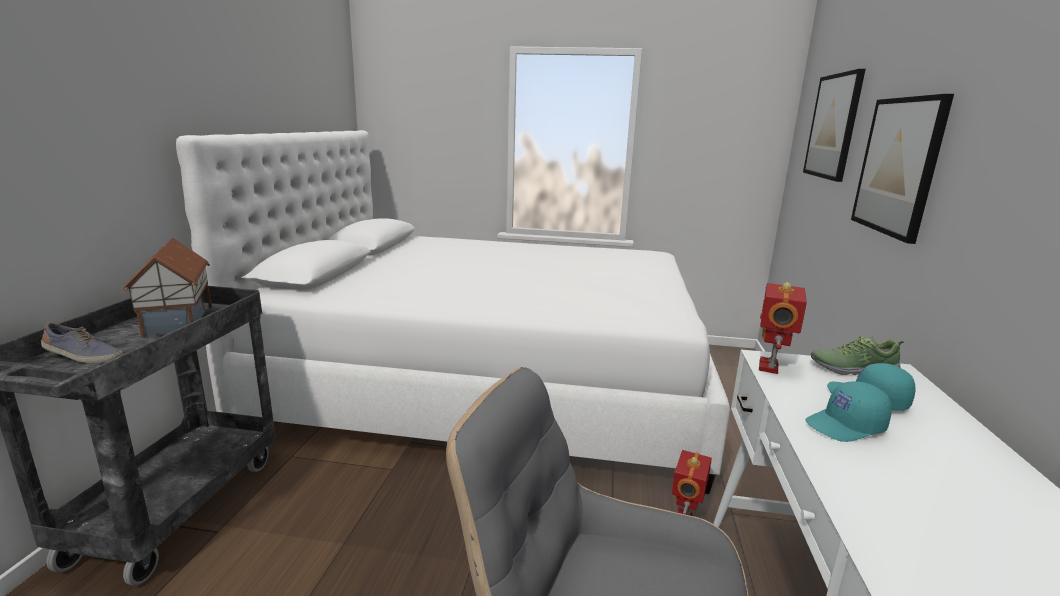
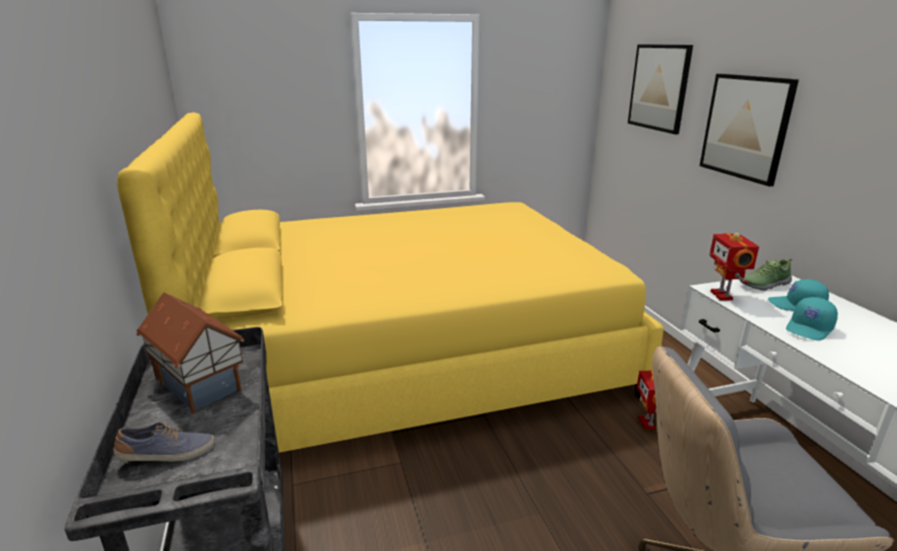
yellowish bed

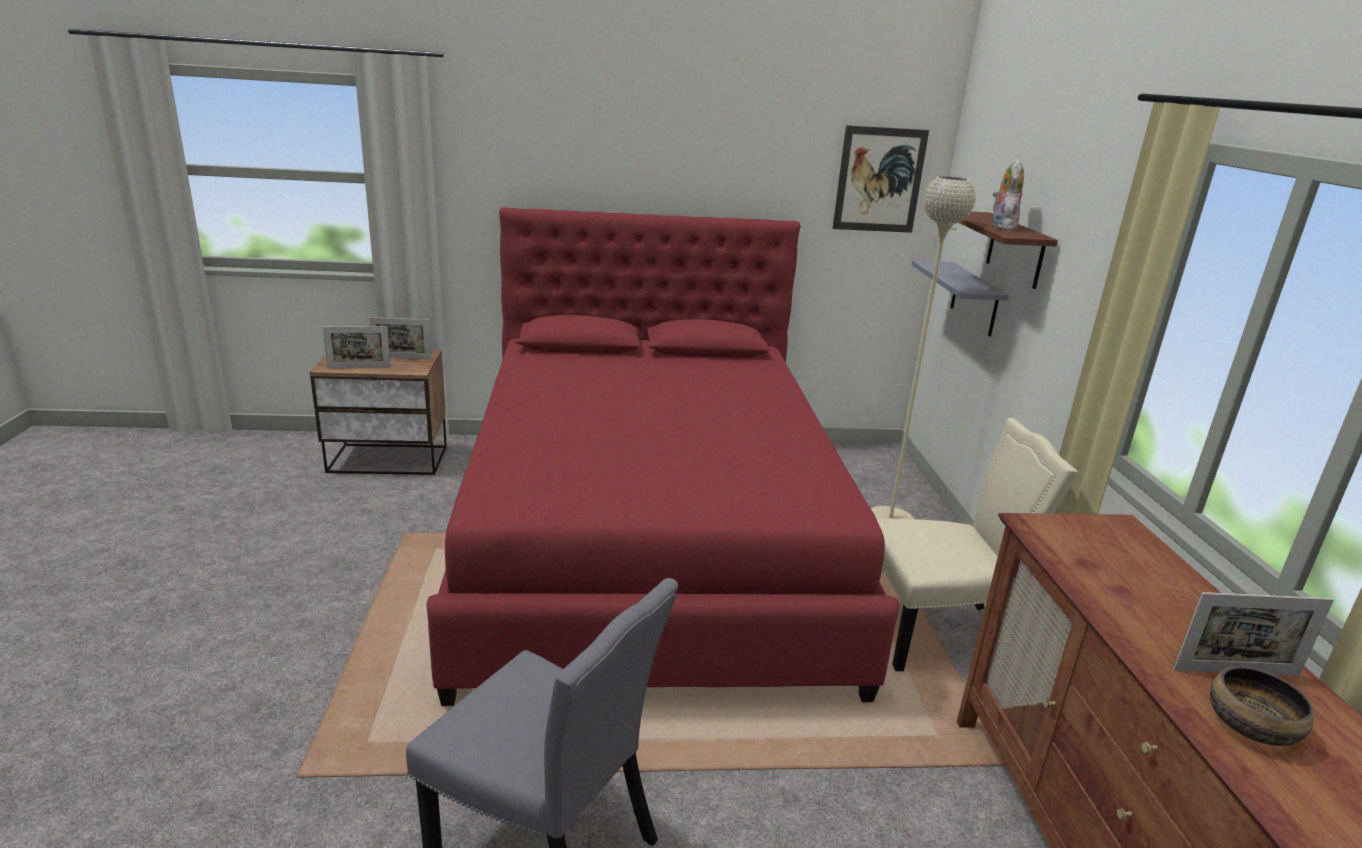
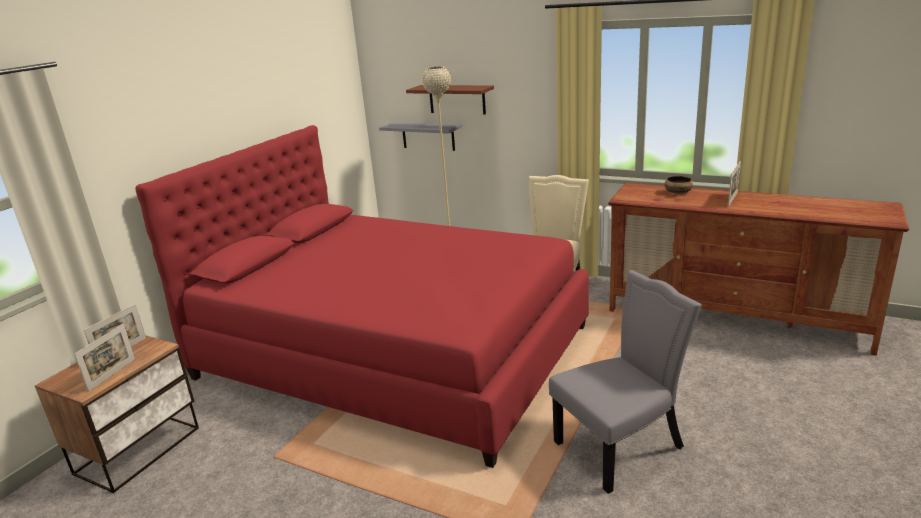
wall picture
soft toy
deep dish

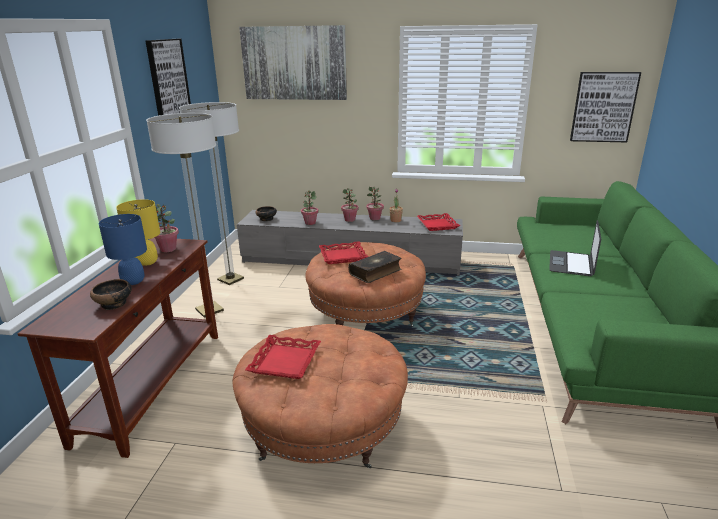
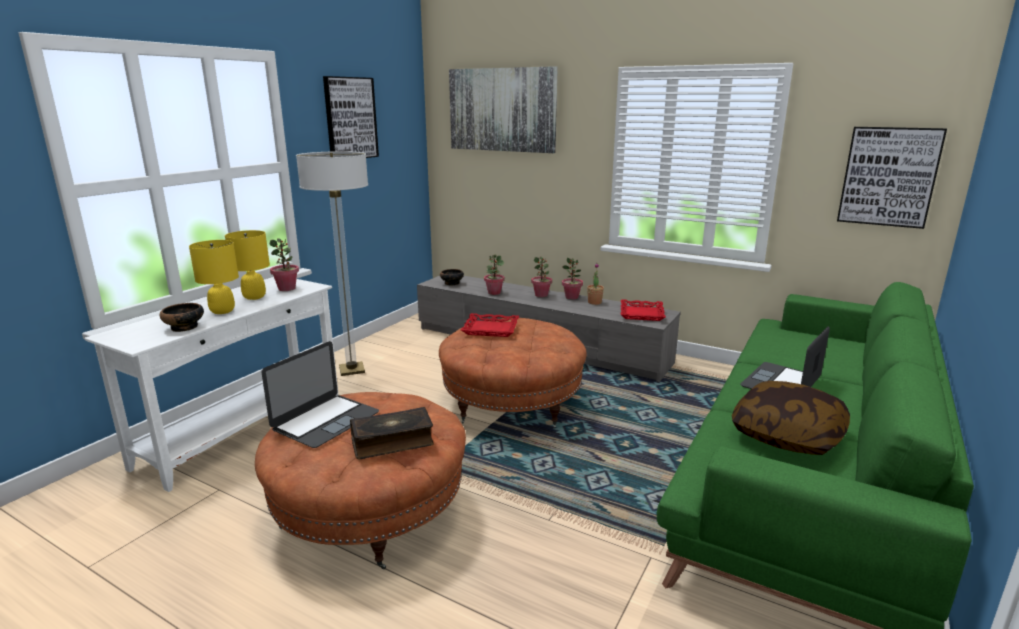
whitish narrow table
yellowish lamp for a table (no. 1 from left)
standard lamp (no. 2 from left in the first image)
notebook computer (no. 1 from left)
volume
cushion

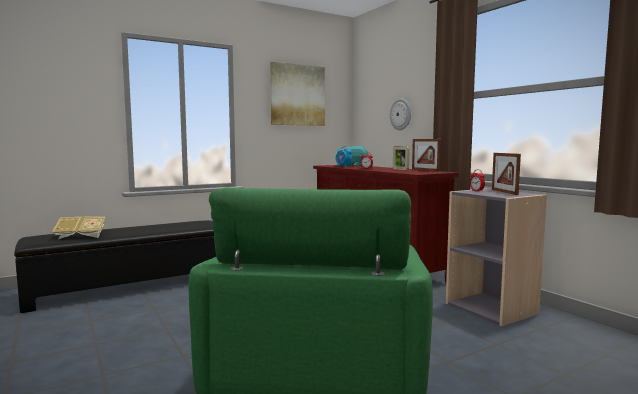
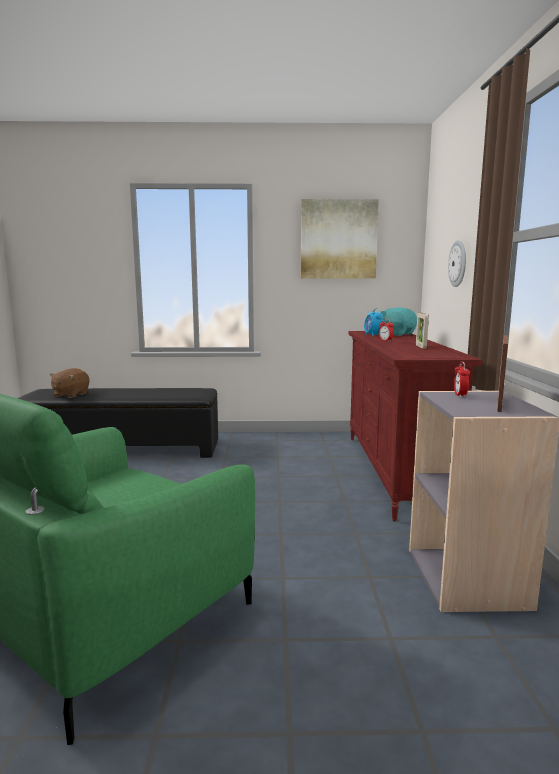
brown-coloured soft toy
standing frame (no. 2 from left in the first image)

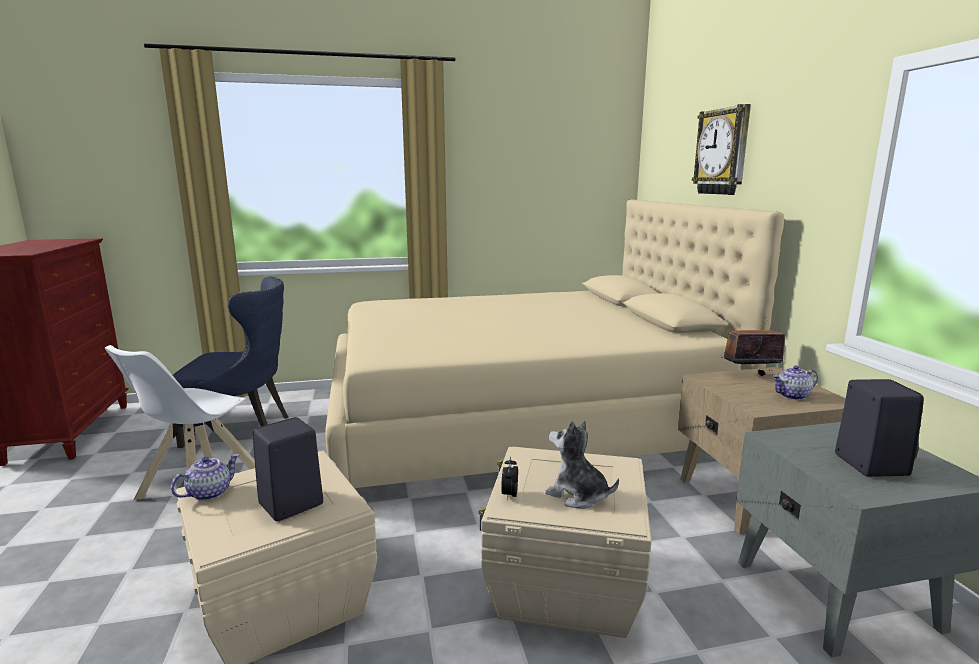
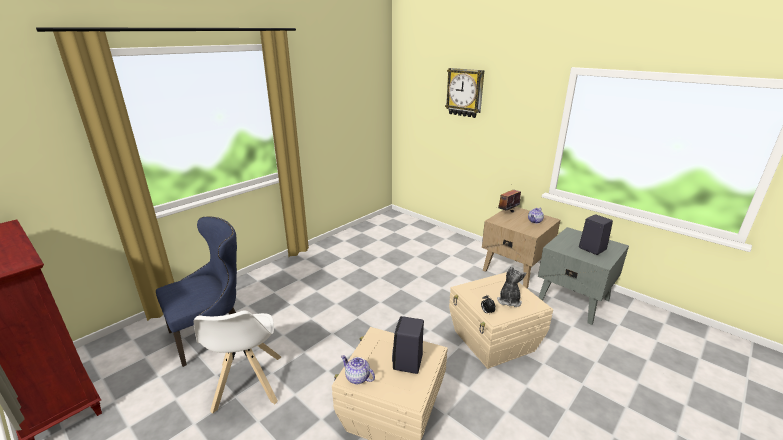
teapot (no. 1 from left)
beige-coloured bed
soft toy

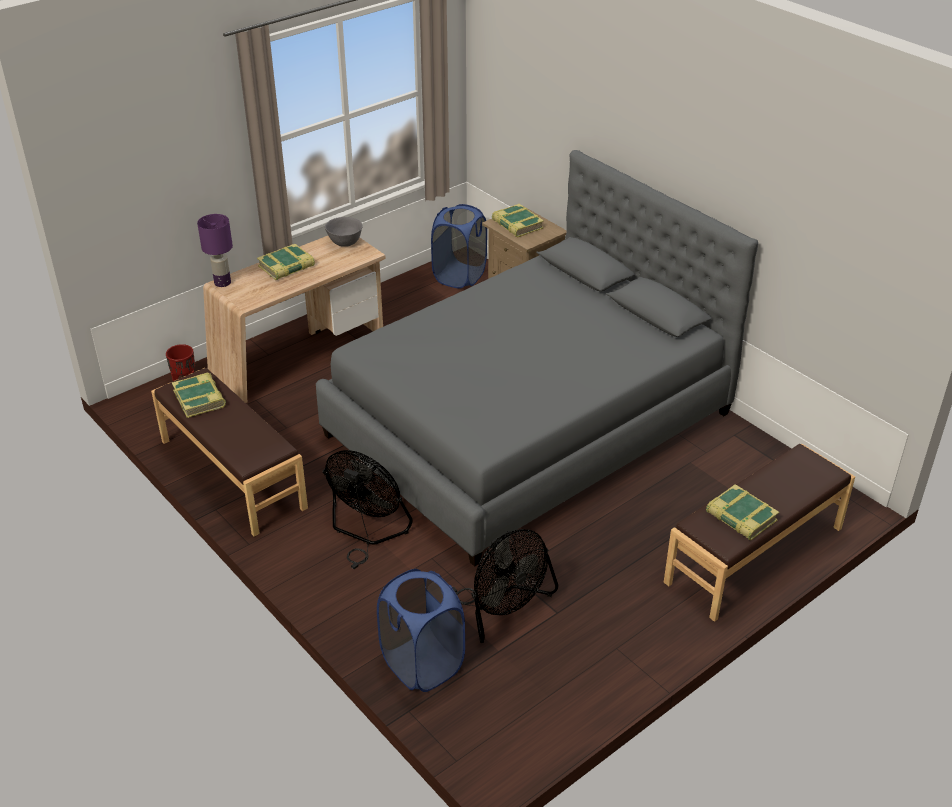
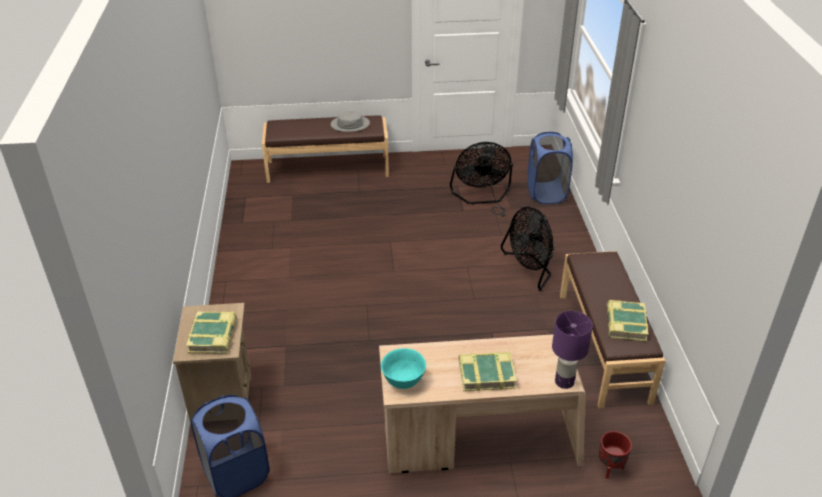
greyish bed
turquoise deep dish
greyish wearable hat

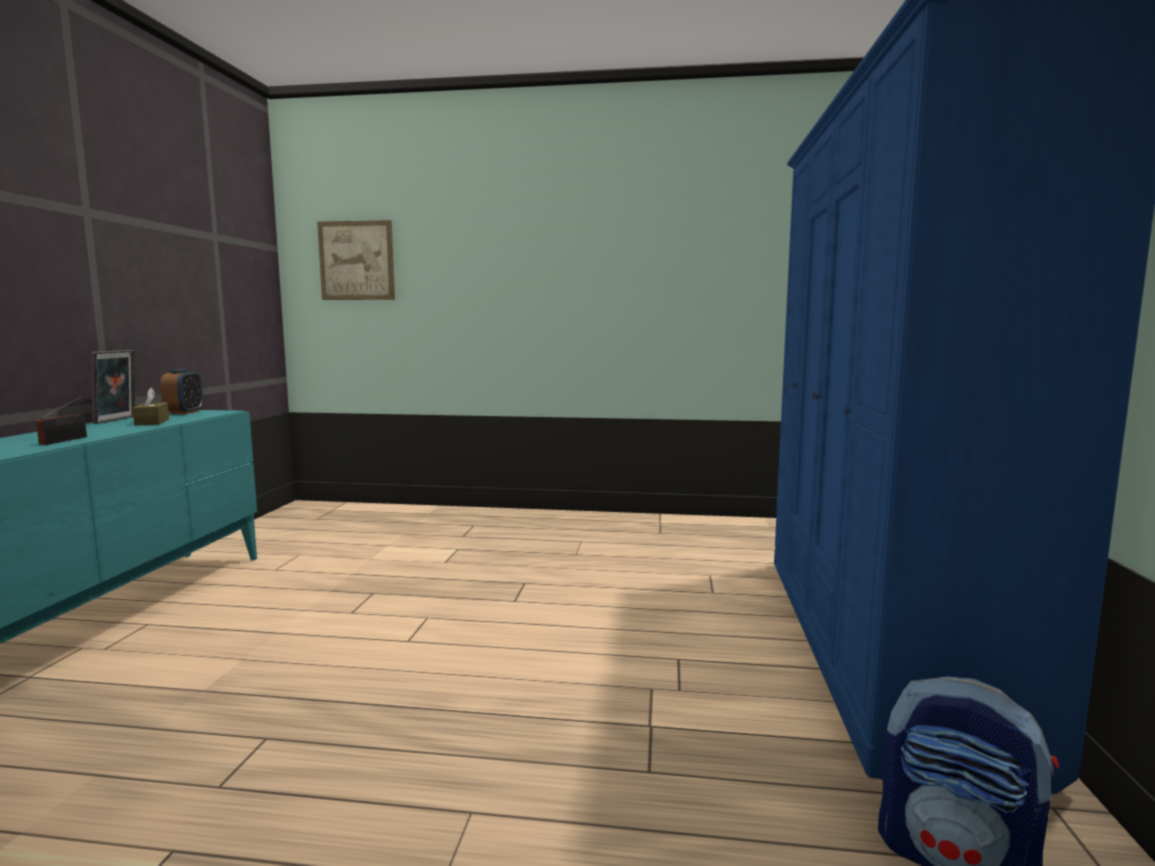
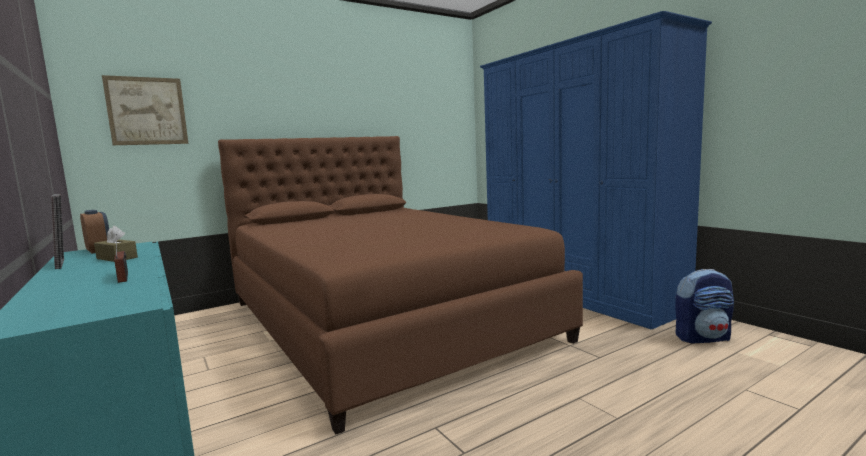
brown-coloured bed

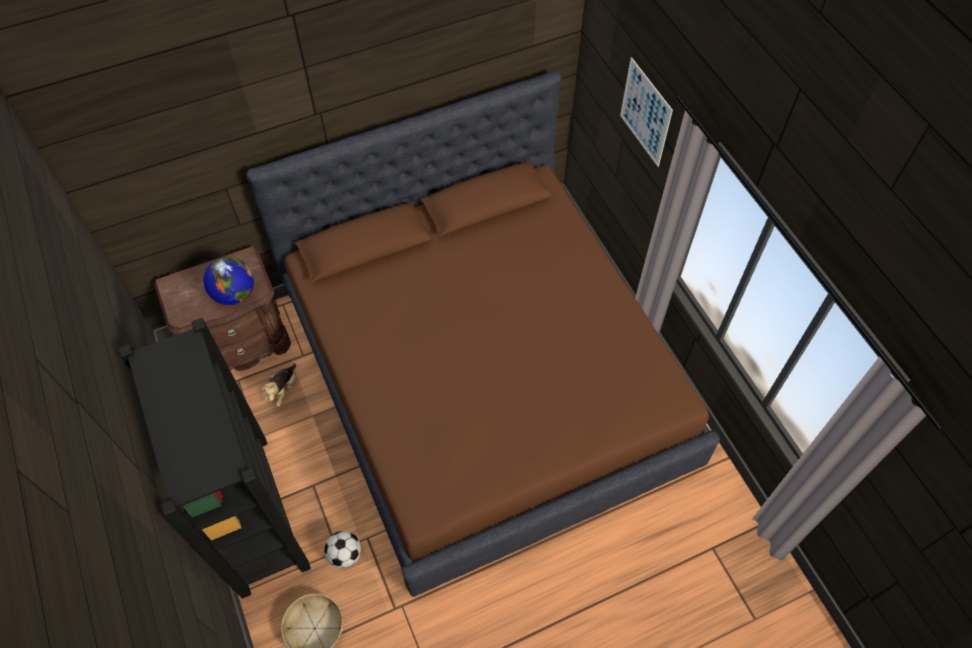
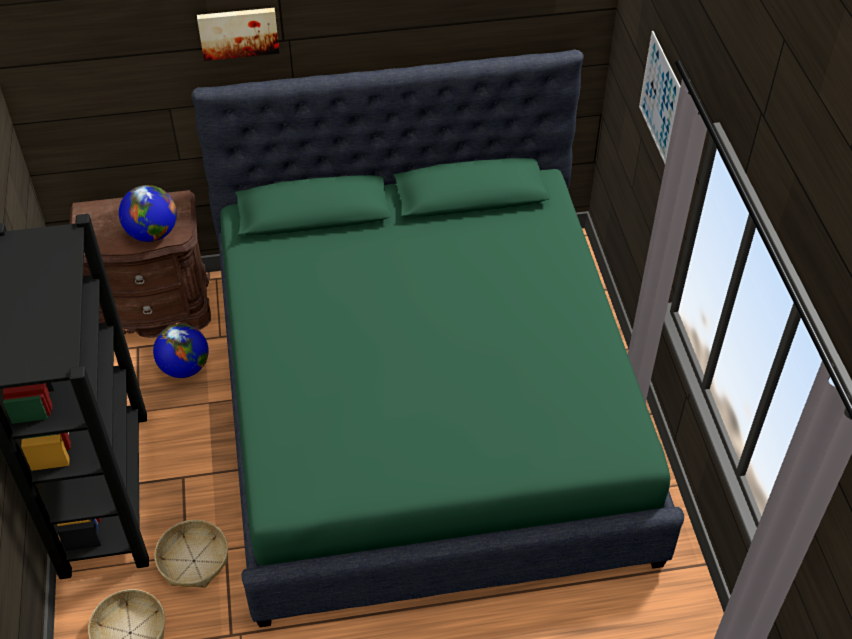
green bed
desk globe (no. 2 from left)
household basket (no. 2 from left)
wall picture (no. 1 from left)

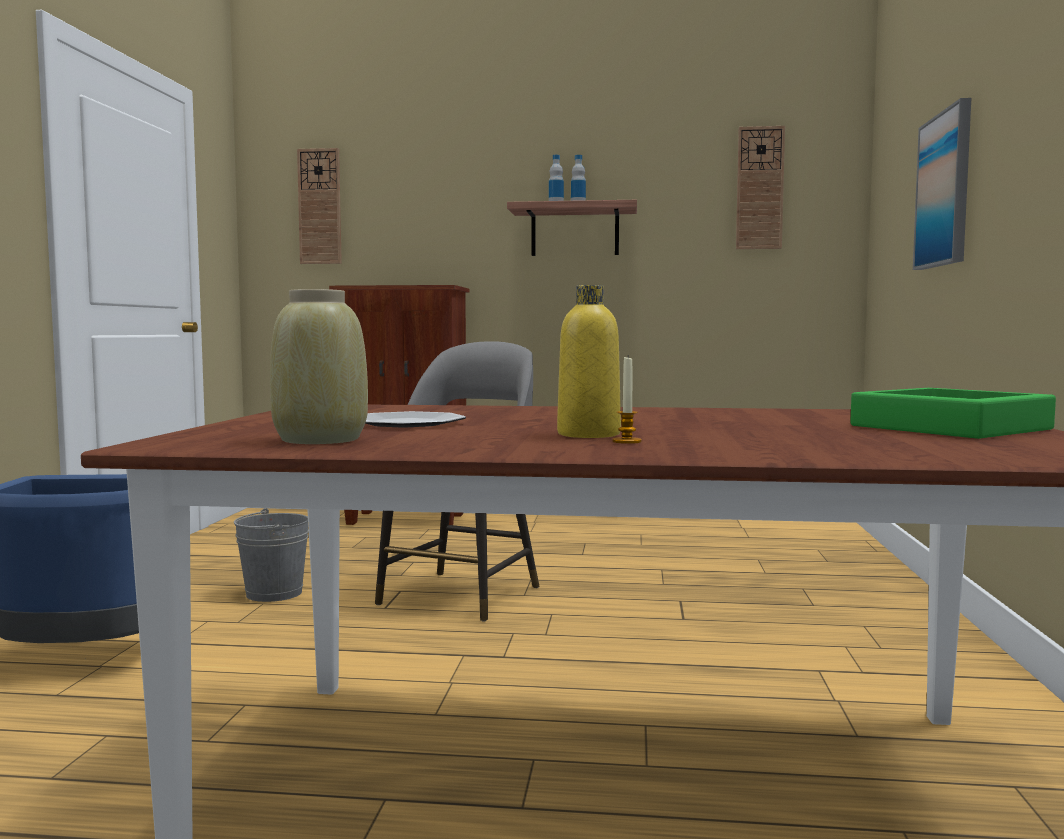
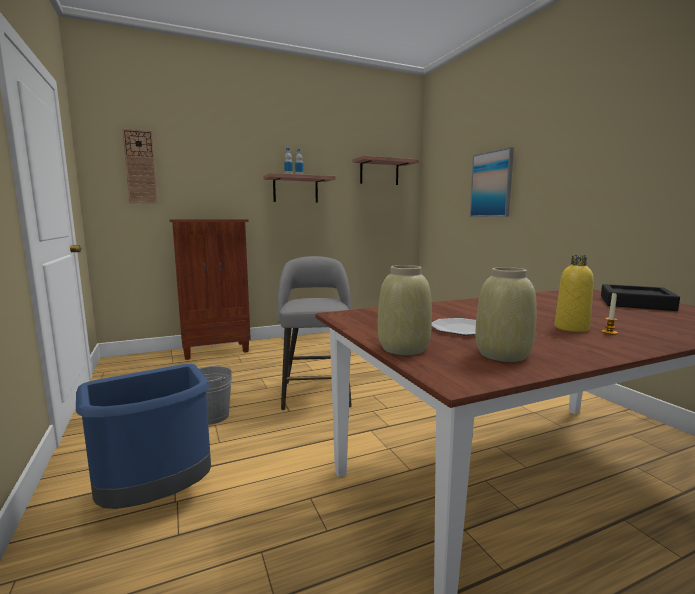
shelf (no. 2 from left)
black carrying tray
beige-coloured flower vase (no. 1 from left)

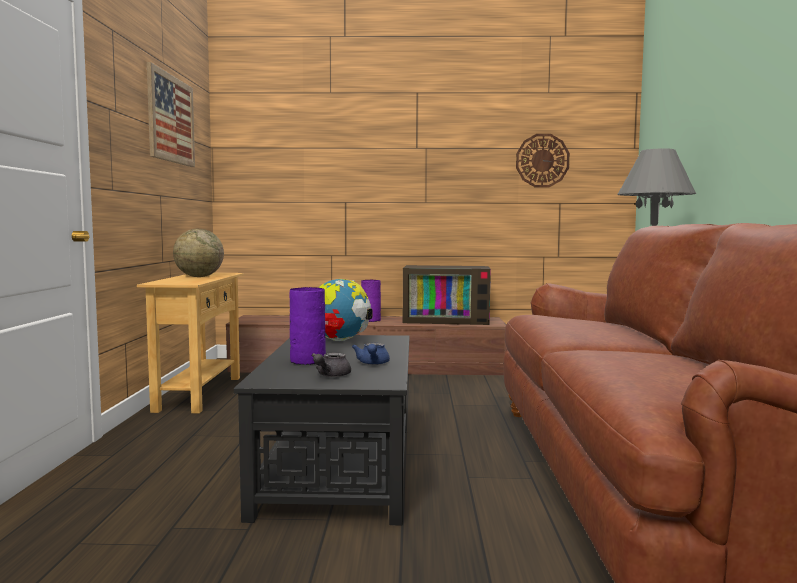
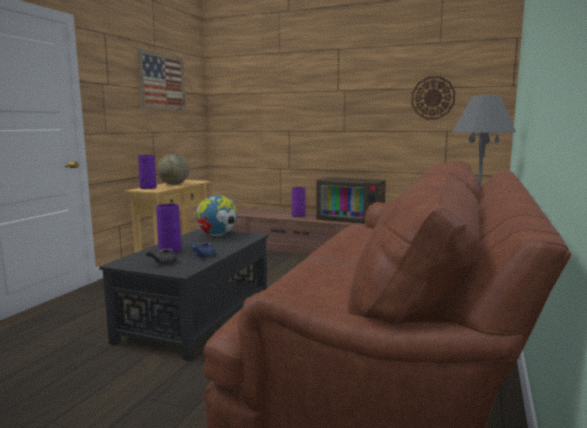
purplish flower vase (no. 1 from left)

